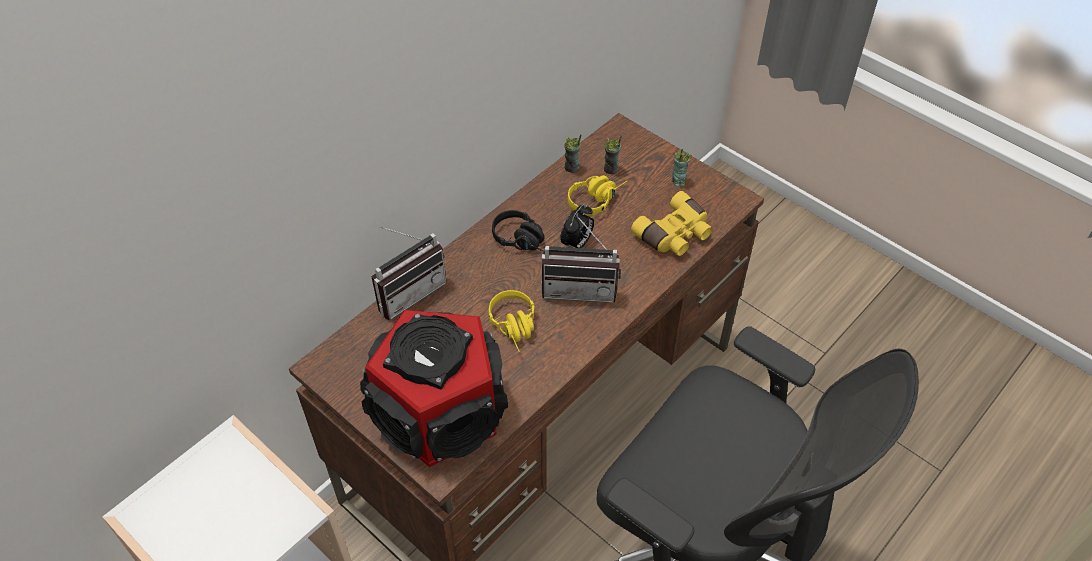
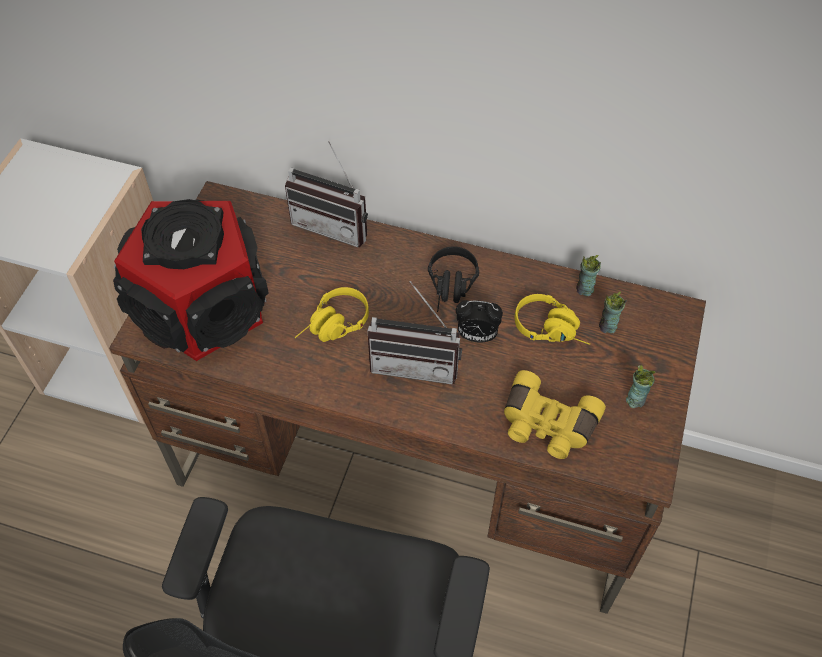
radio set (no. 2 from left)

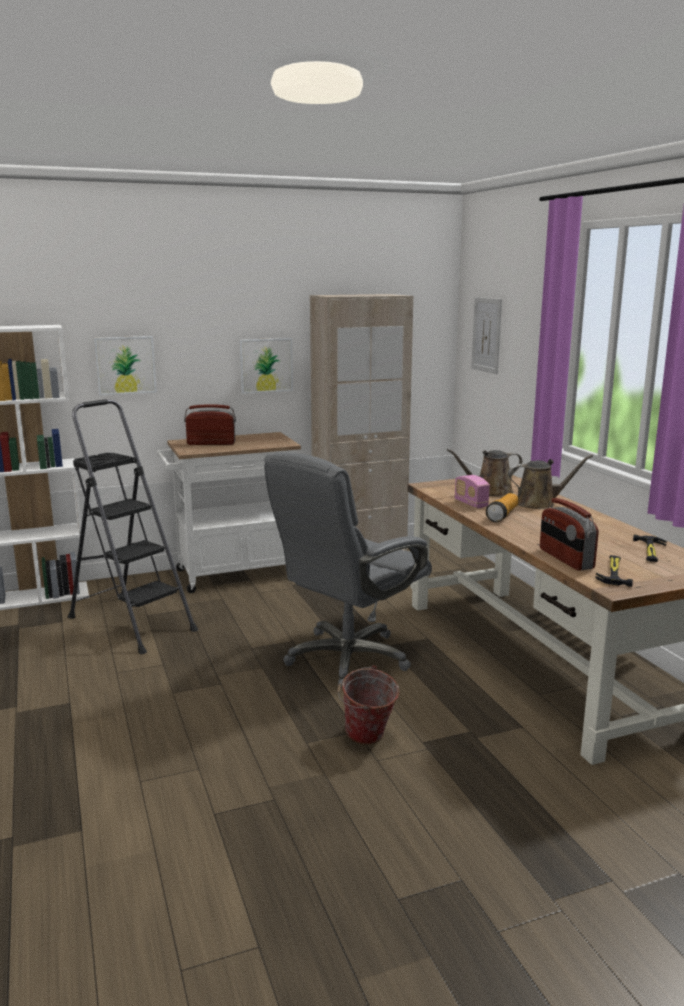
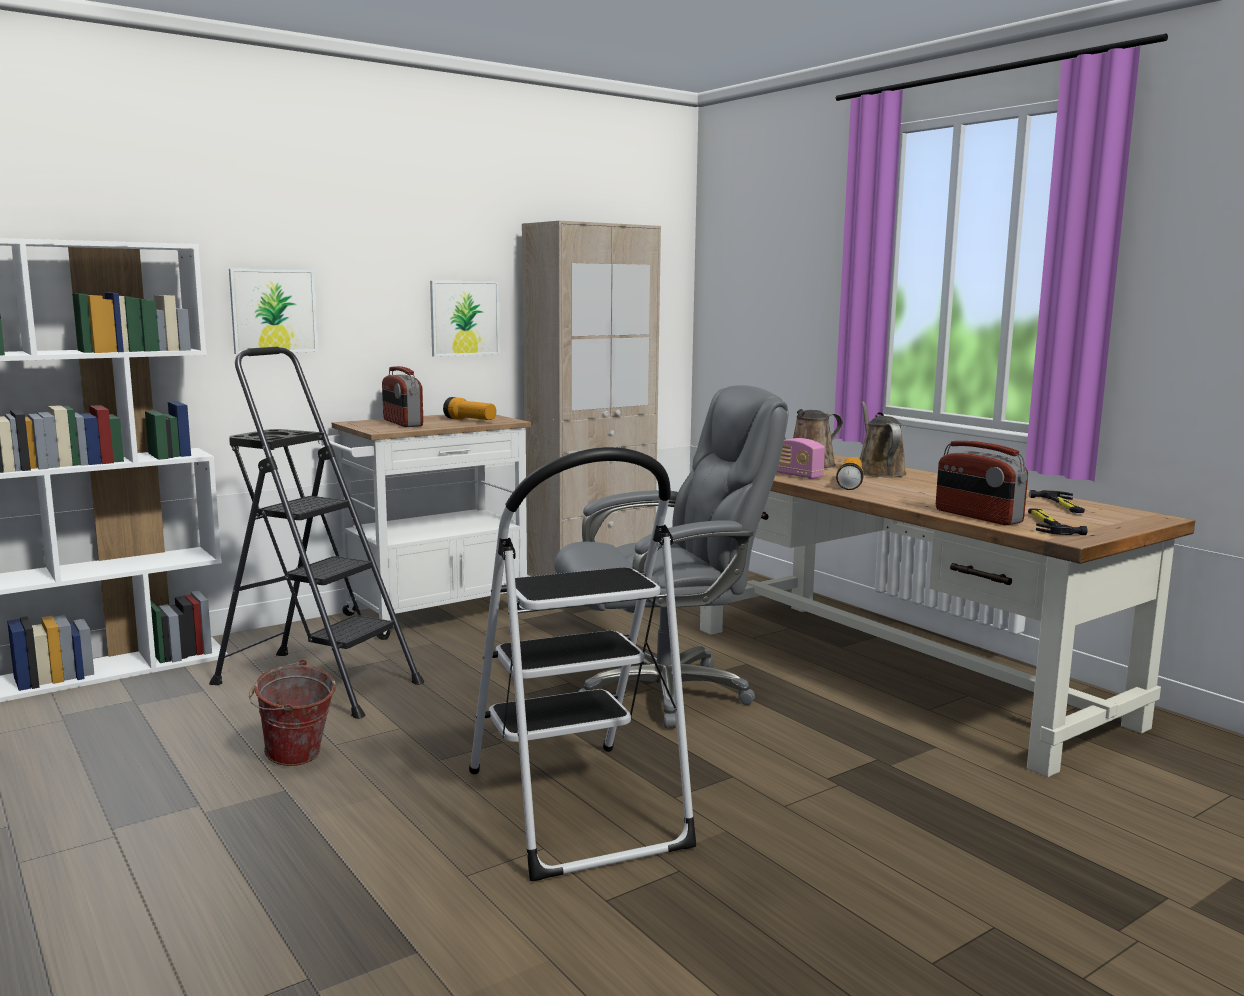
radio set (no. 1 from left)
greyish computer chair
water bucket
wall picture (no. 3 from left in the first image)
brown-coloured watering pot (no. 2 from left)
torch (no. 1 from left)
step ladder (no. 2 from left)

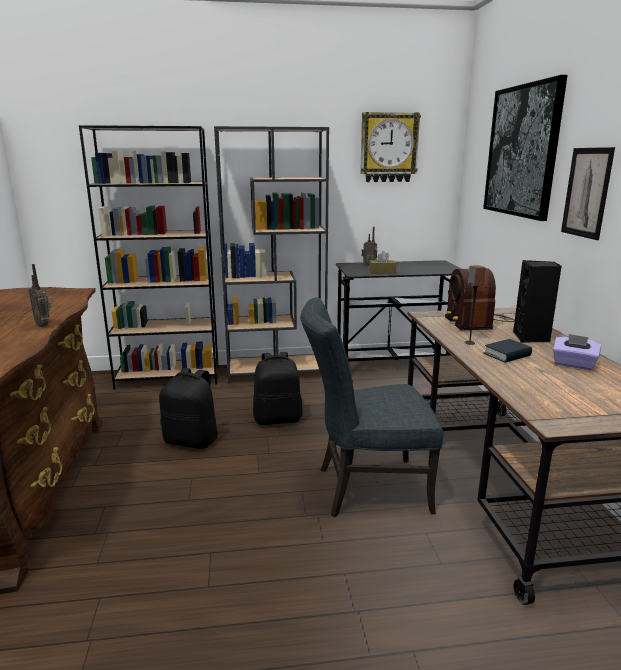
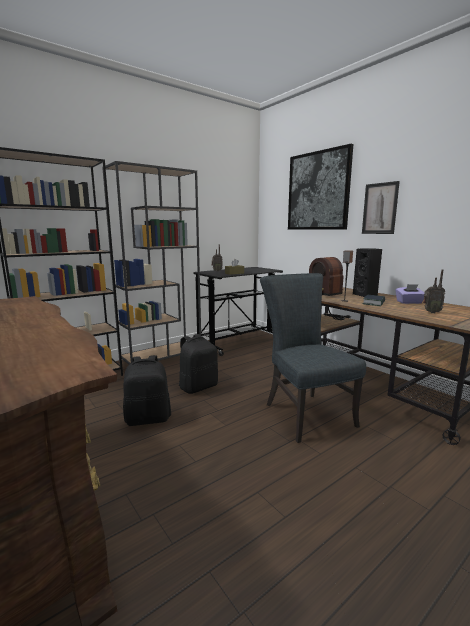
radio set (no. 3 from left)
greyish plain chair
clock on the wall

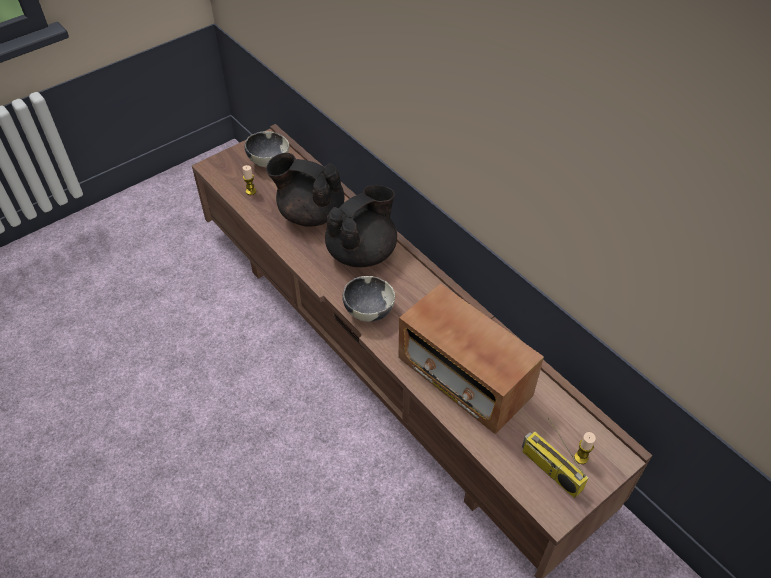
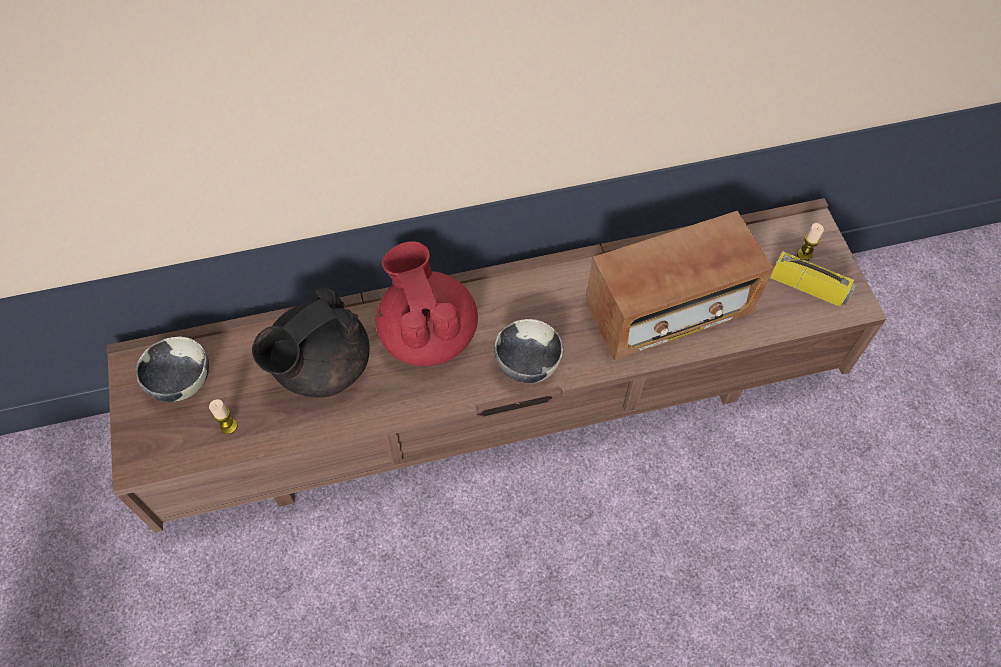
reddish teapot
radio set (no. 2 from left)

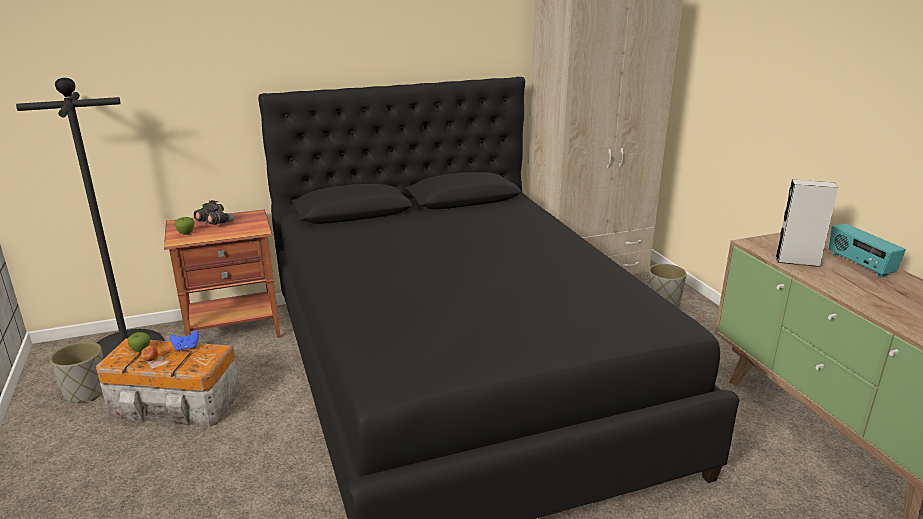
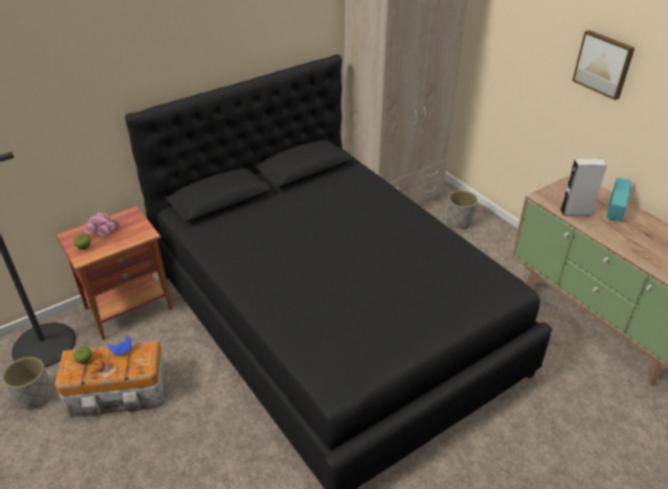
pinkish pair of binoculars
radio set
wall picture

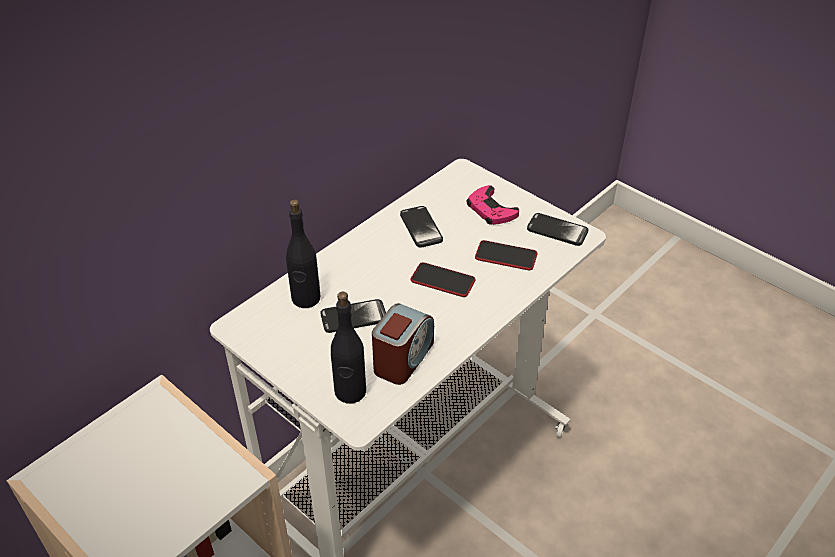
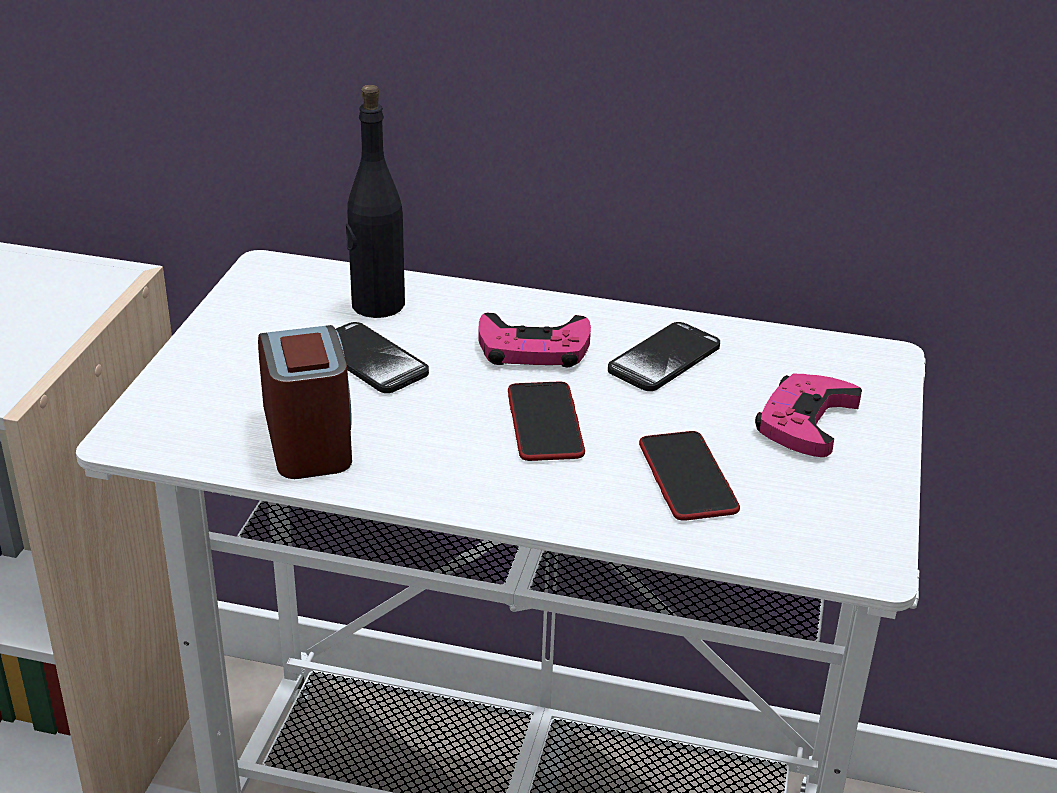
black bottle (no. 2 from left in the first image)
table clock
handset (no. 5 from left in the first image)
pinkish joypad (no. 1 from left)

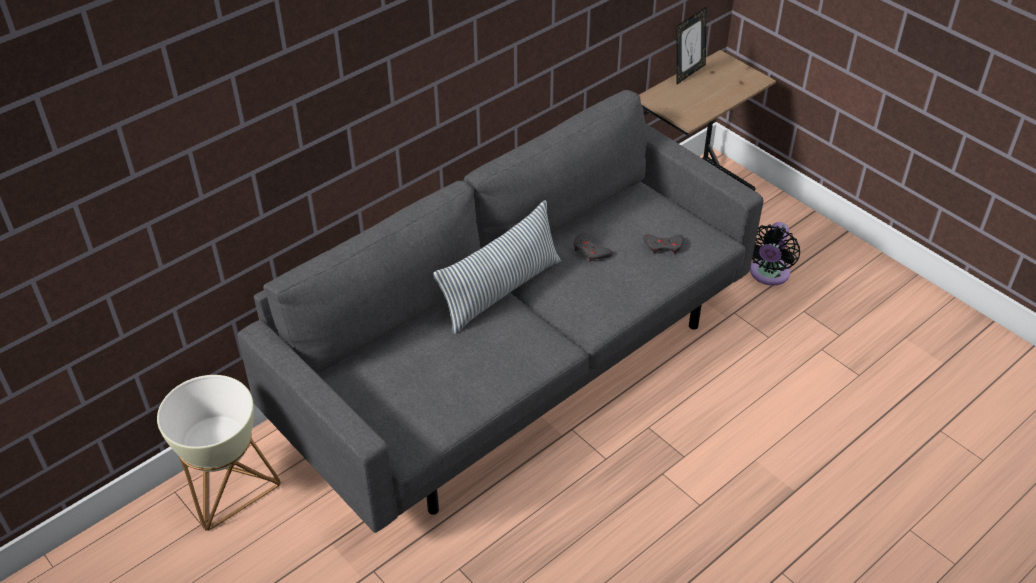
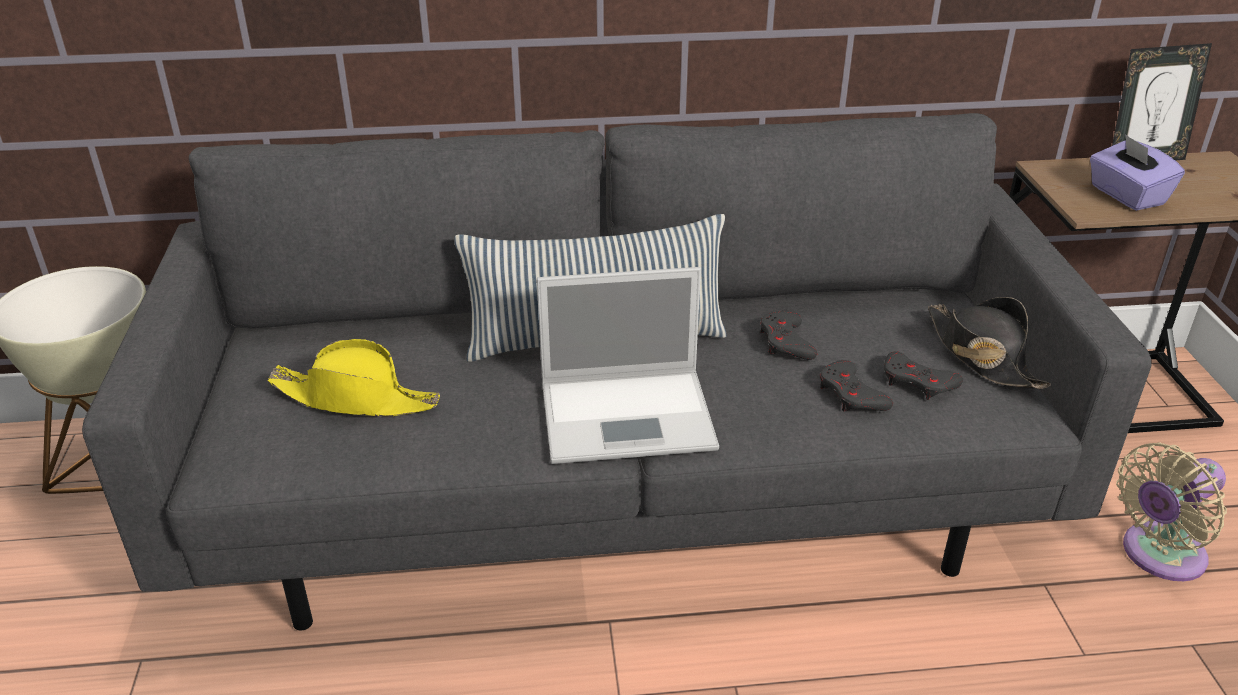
beige-coloured cooling fan
yellowish wearable hat
notebook computer
greyish joypad (no. 2 from left)
black wearable hat
purplish tissue holder

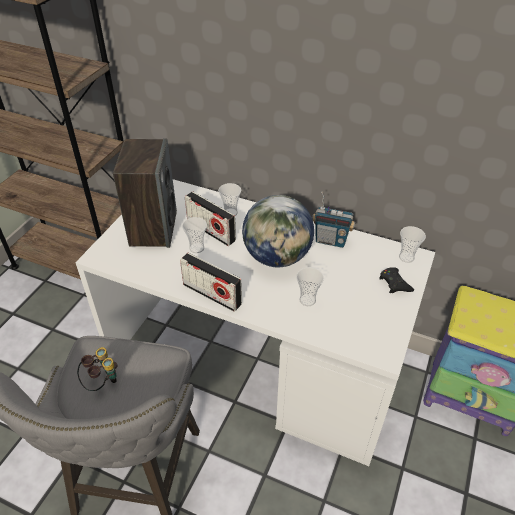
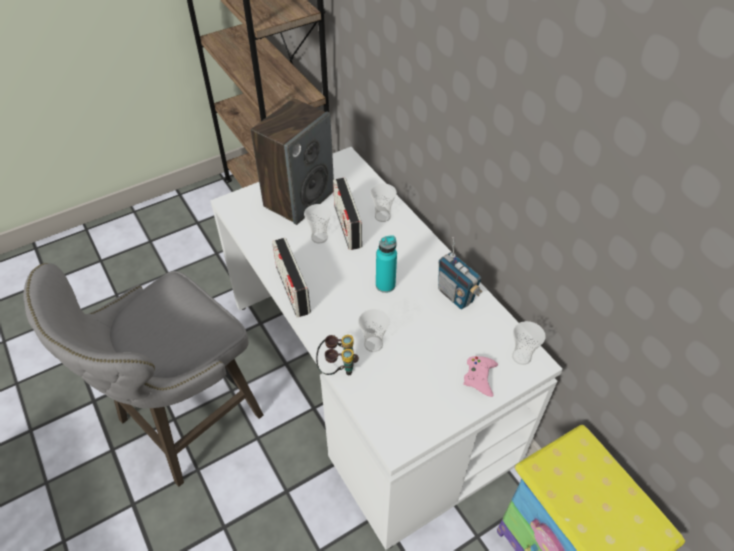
pair of binoculars
turquoise bottle
pinkish joypad

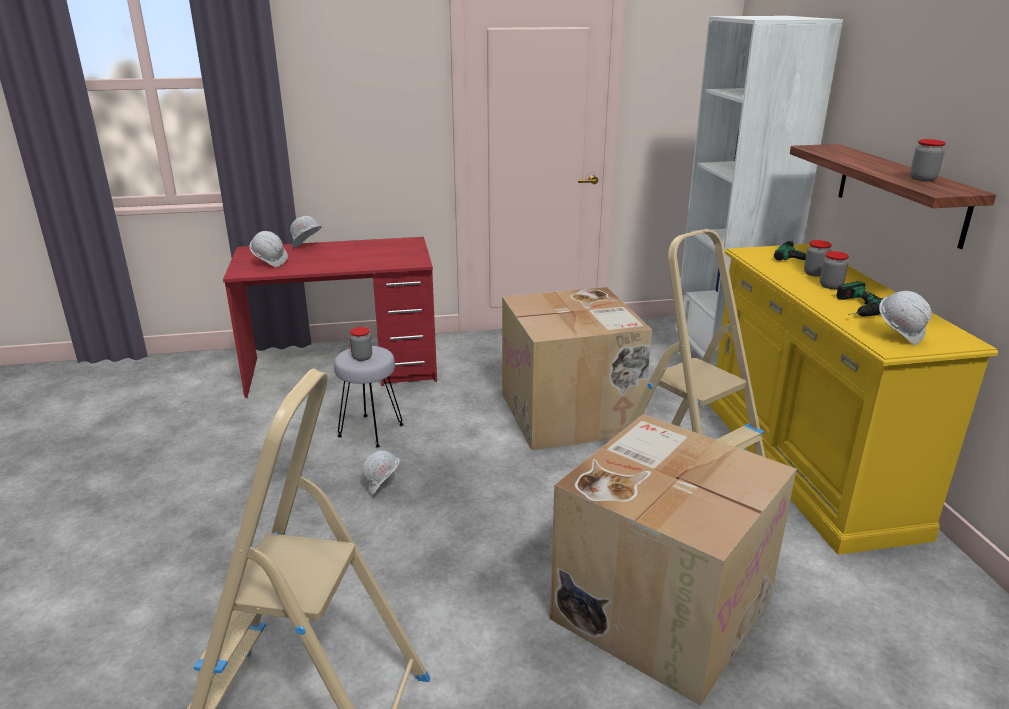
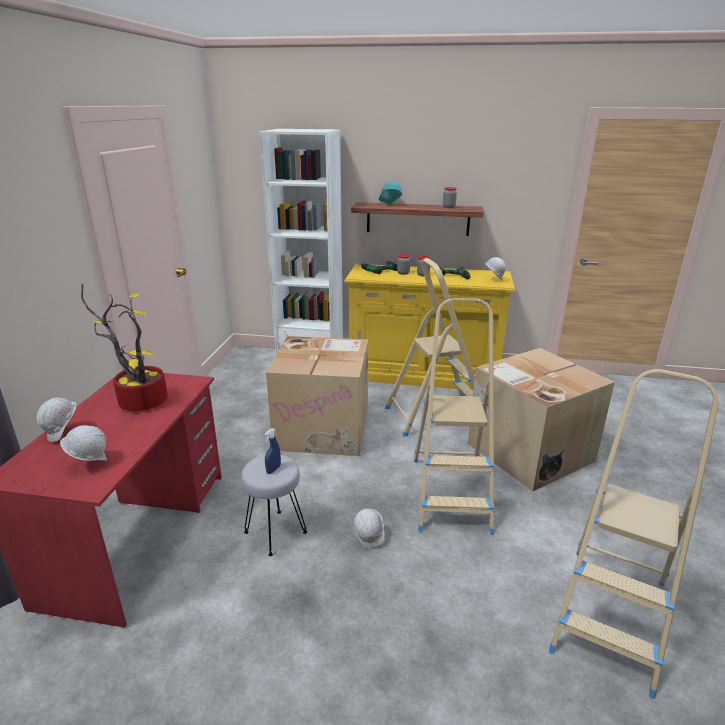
blue-coloured spray bottle
houseplant
turquoise safety helmet
beige-coloured step ladder (no. 2 from left)

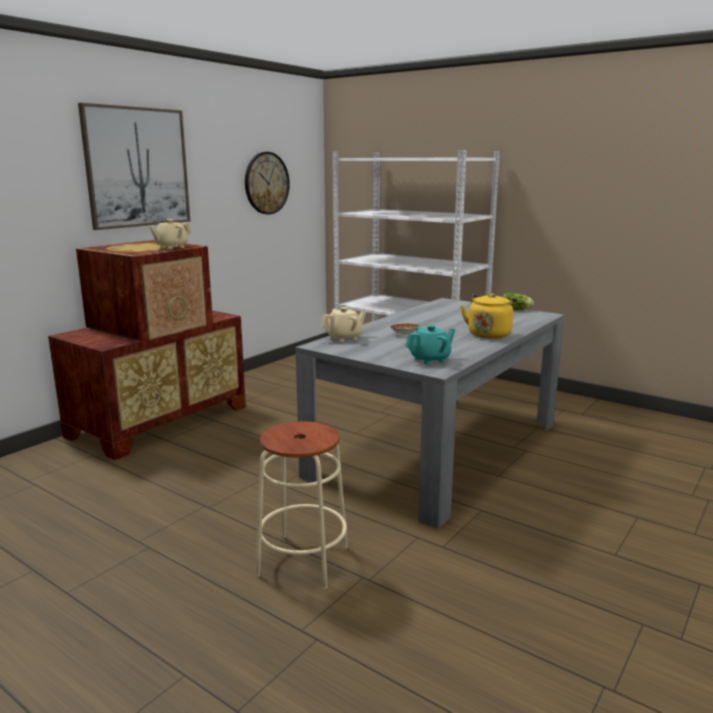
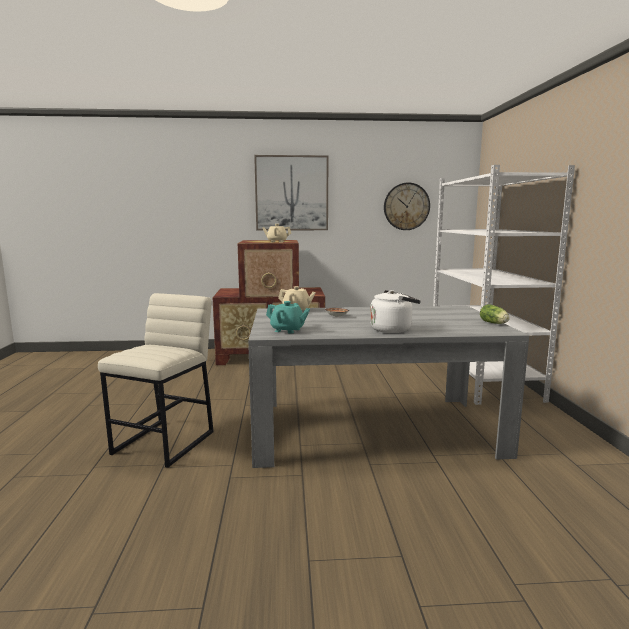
beige-coloured plain chair
whitish water kettle

